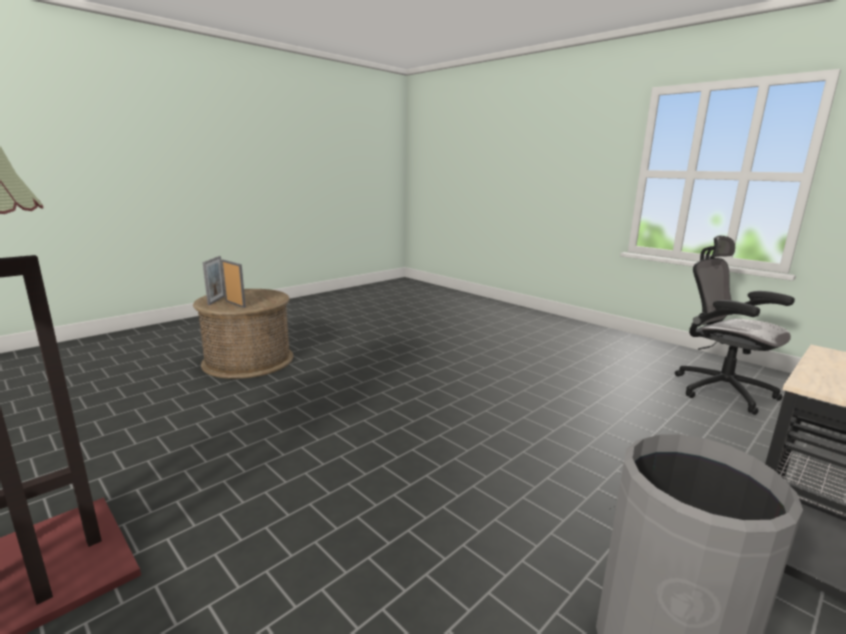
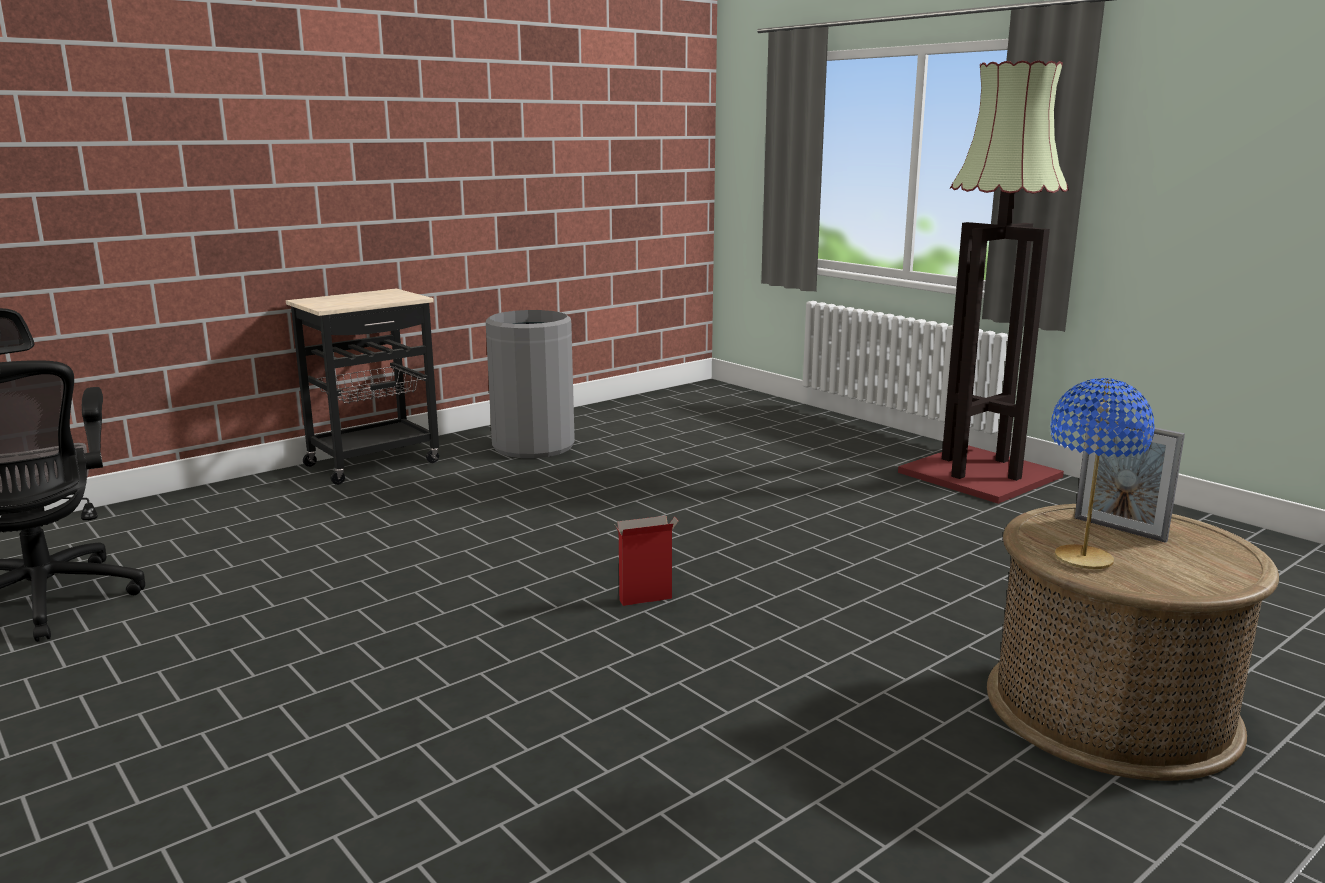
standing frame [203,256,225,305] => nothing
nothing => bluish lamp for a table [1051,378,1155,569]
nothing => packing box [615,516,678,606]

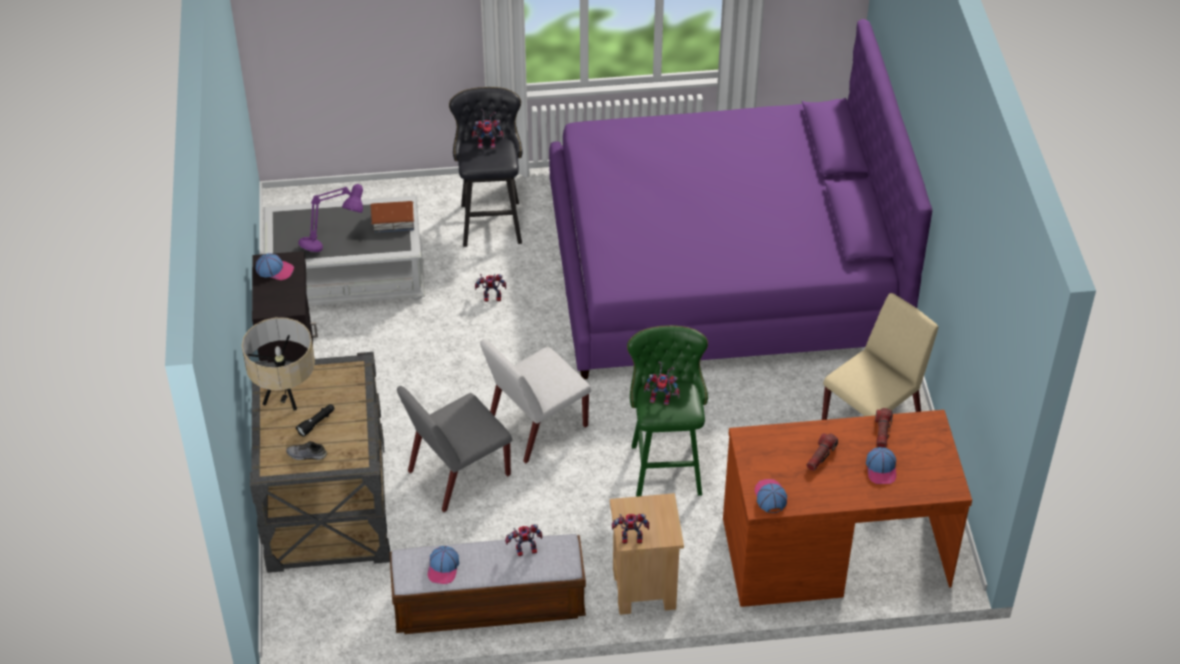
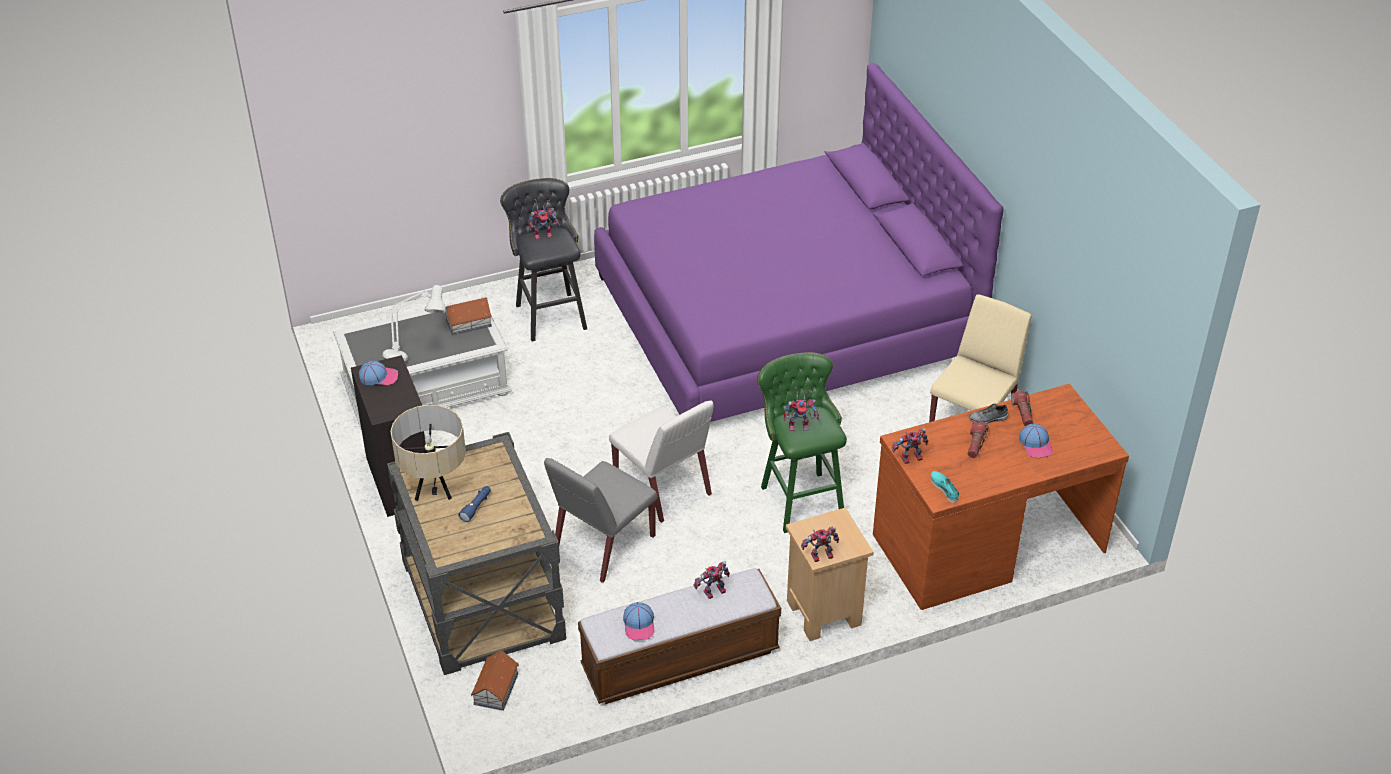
purple lamp for a table [298,184,363,252] => gray lamp for a table [382,285,446,361]
toy robot [475,274,506,302] => toy robot [891,428,928,464], move
white-coloured plain chair [480,339,591,464] => white-coloured plain chair [609,400,714,523], 75 degrees counterclockwise
black hand torch [296,404,334,437] => bluish hand torch [458,486,491,522]
gray item of footwear [286,441,327,460] => gray item of footwear [969,404,1008,424], move
cap [755,479,787,513] => turquoise-coloured item of footwear [930,471,959,503]
nothing => toy house [471,650,519,711]

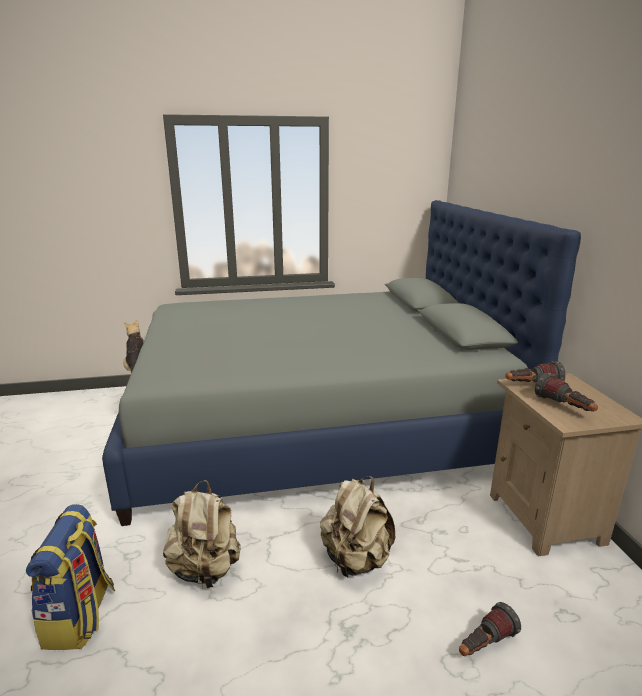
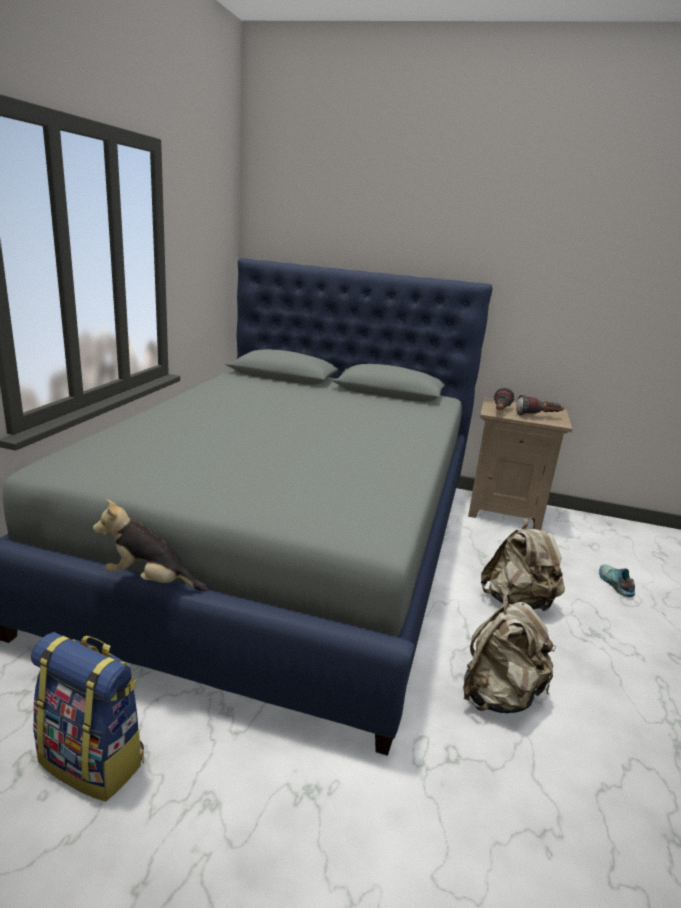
rucksack [26,504,115,650] => rucksack [31,632,144,802], move
hand torch [459,602,521,656] => item of footwear [599,564,635,597]

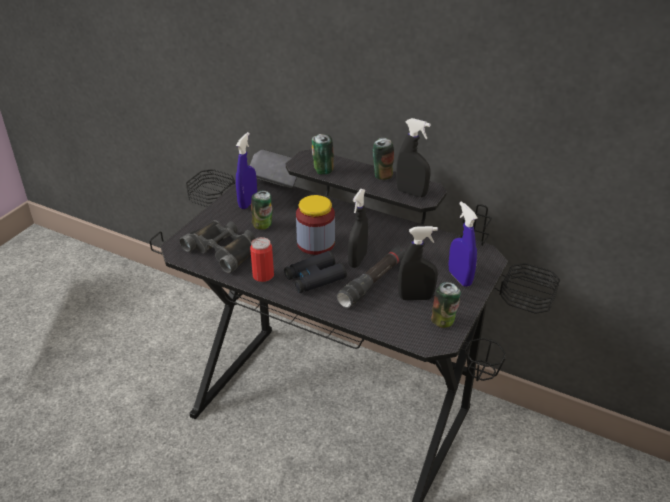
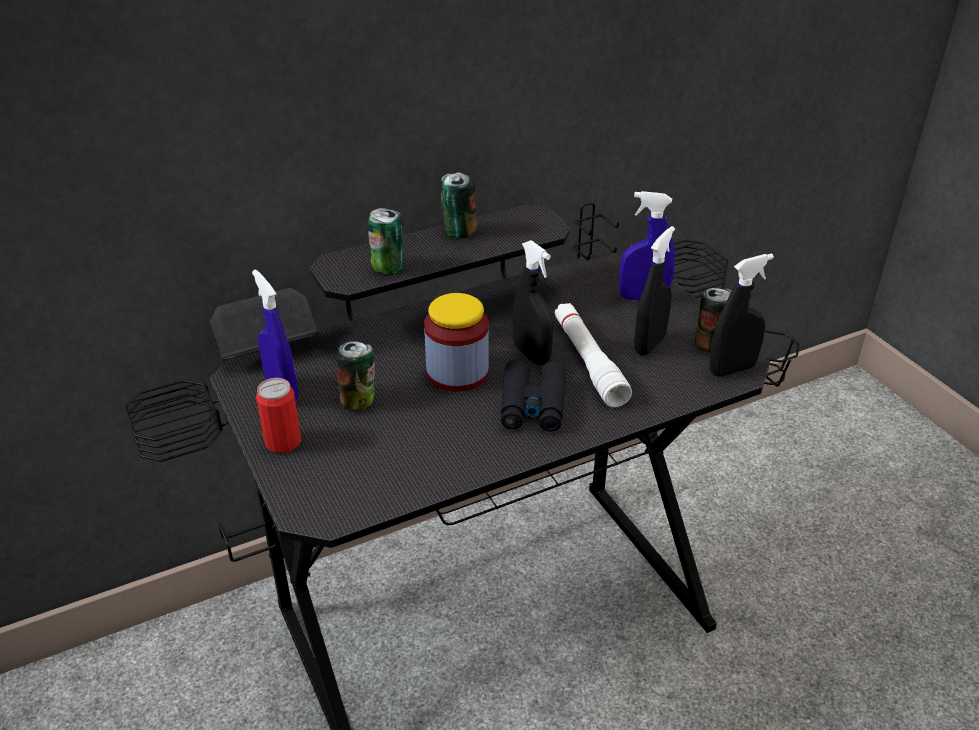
black spray bottle [396,118,431,197] => black spray bottle [710,254,774,377], move
black binoculars [179,220,255,273] => nothing
sealed can [250,237,274,282] => sealed can [256,378,301,453], move
black hand torch [336,246,406,308] => white-coloured hand torch [555,303,632,407]

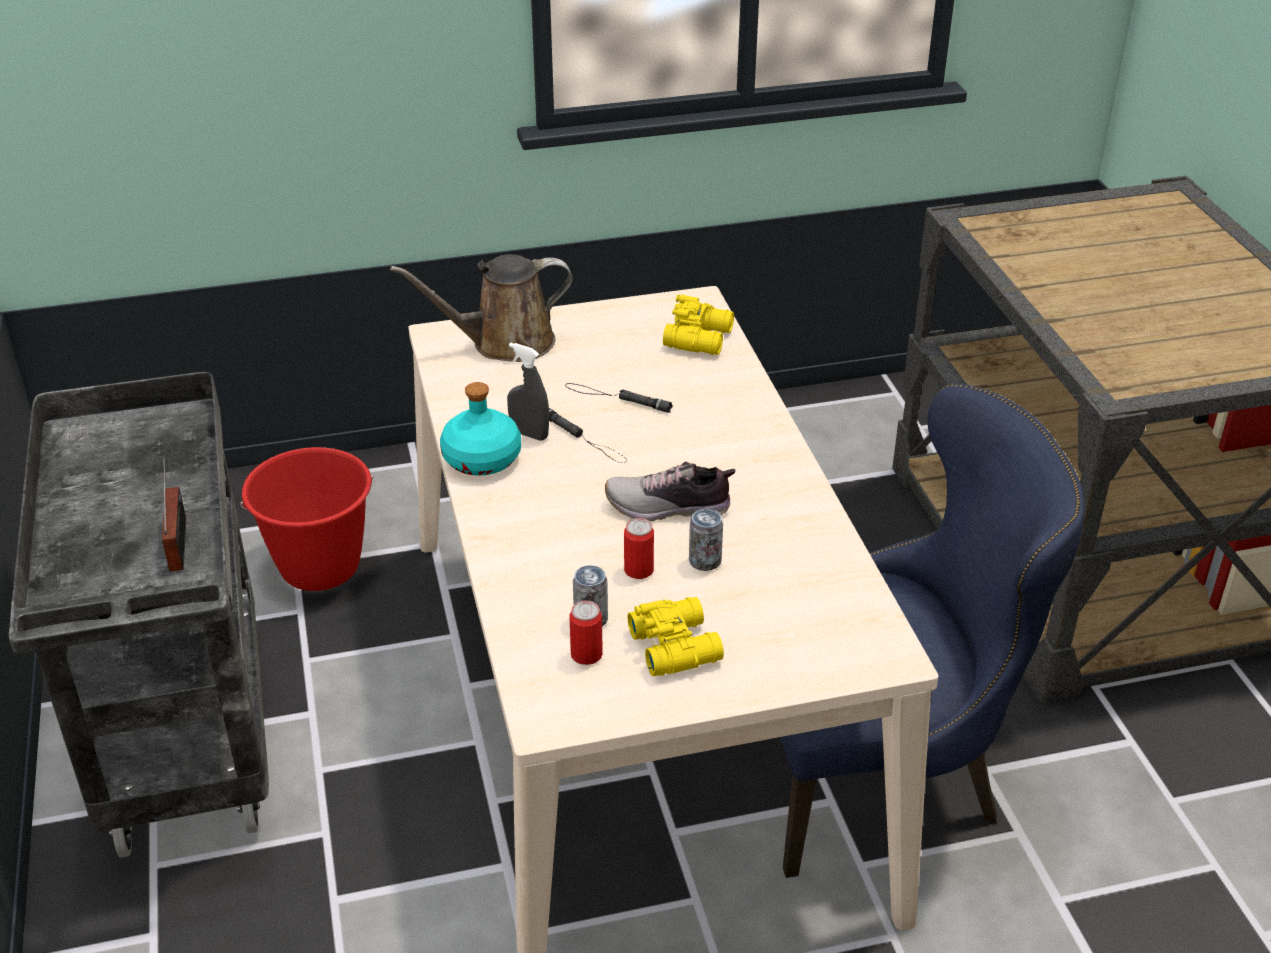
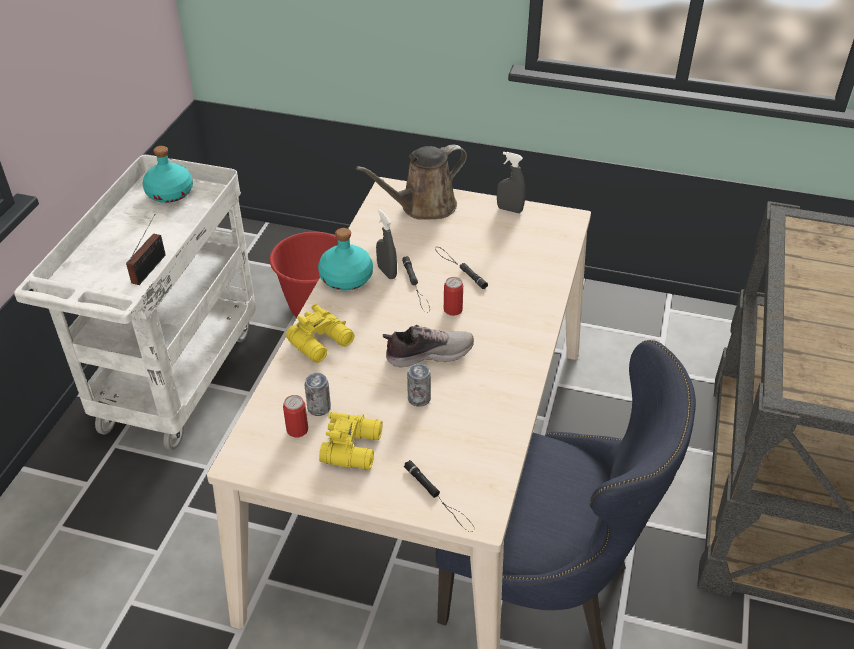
brownish watering can [390,254,572,362] => brownish watering can [356,145,467,220], 45 degrees counterclockwise
yellow-coloured binoculars [663,294,734,355] => yellow-coloured binoculars [286,304,354,363], move
black wheeled cart [9,372,269,857] => white-coloured wheeled cart [14,155,256,450]
item of footwear [605,462,736,521] => item of footwear [383,325,474,367], 135 degrees clockwise
sealed can [624,518,654,579] => sealed can [444,277,463,316], move
nothing => turquoise-coloured bottle [142,146,193,203]
nothing => gray spray bottle [497,152,526,213]
nothing => black hand torch [404,460,475,532]

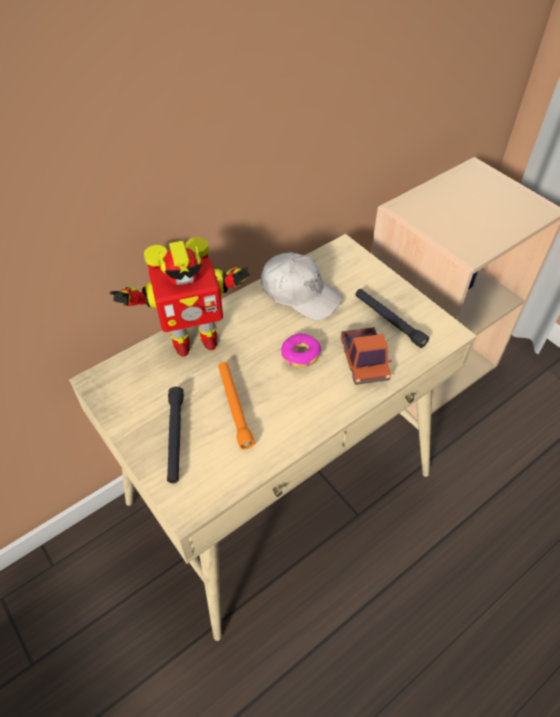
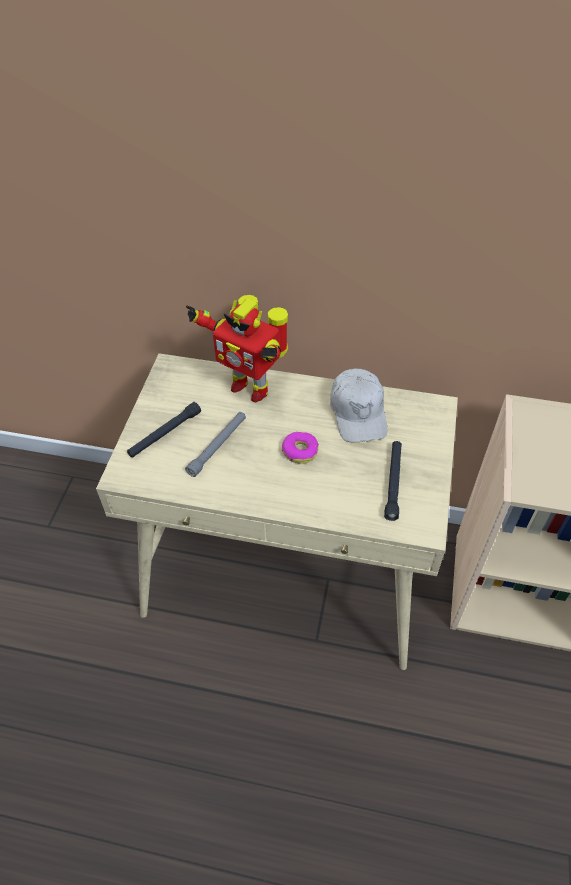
toy truck [341,327,392,385] => nothing
orangey hand torch [218,362,255,449] => gray hand torch [185,412,246,477]

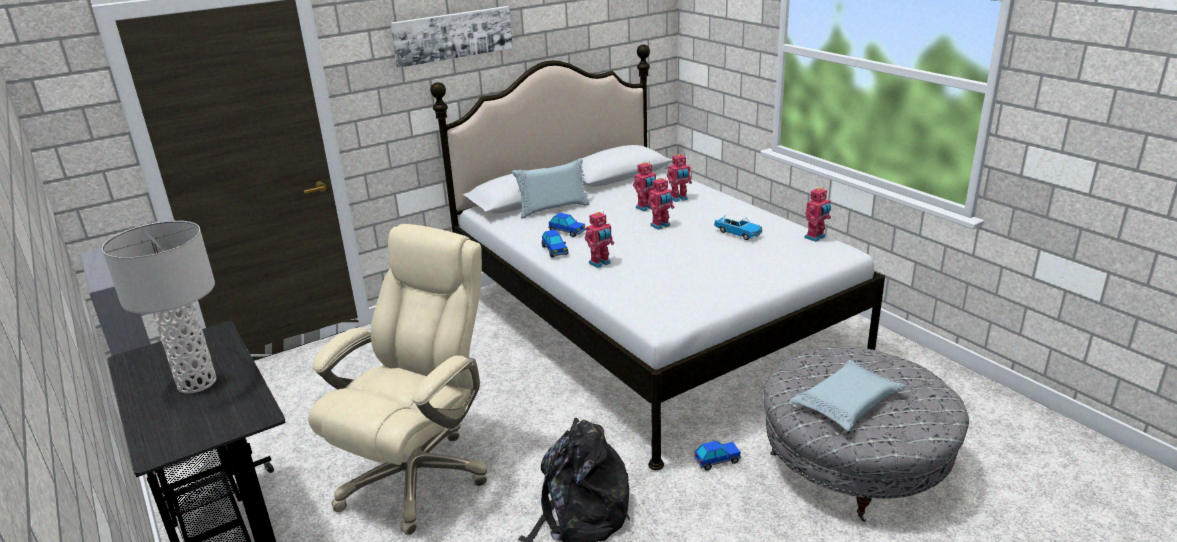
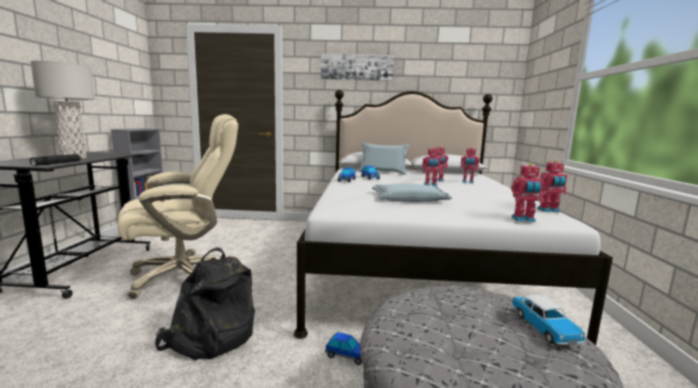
toy robot [585,211,614,268] => toy robot [511,163,544,222], move
toy car [714,214,763,240] => toy car [512,295,585,345], move
bluish throw pillow [790,360,906,431] => bluish throw pillow [372,184,452,202], move
nothing => black hand torch [30,154,82,166]

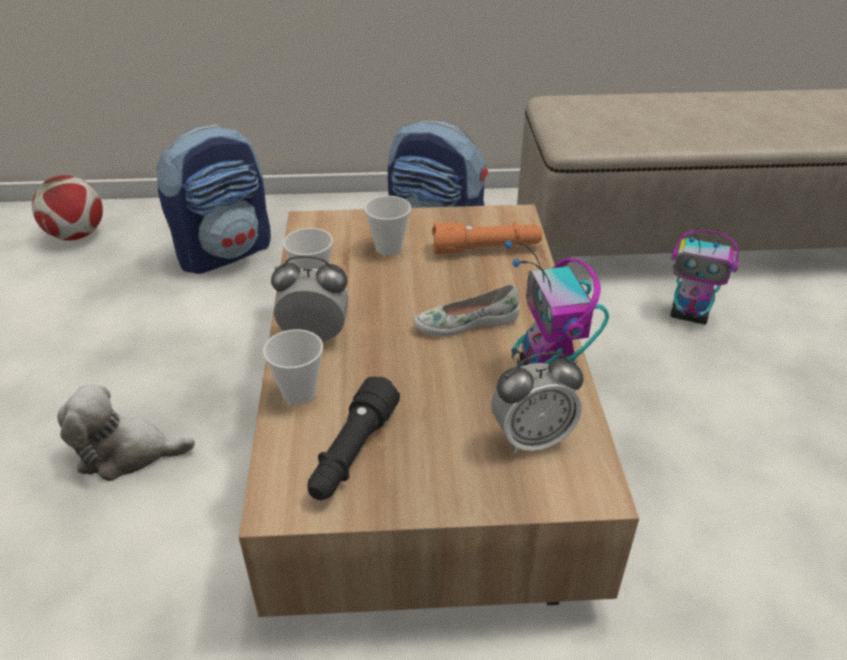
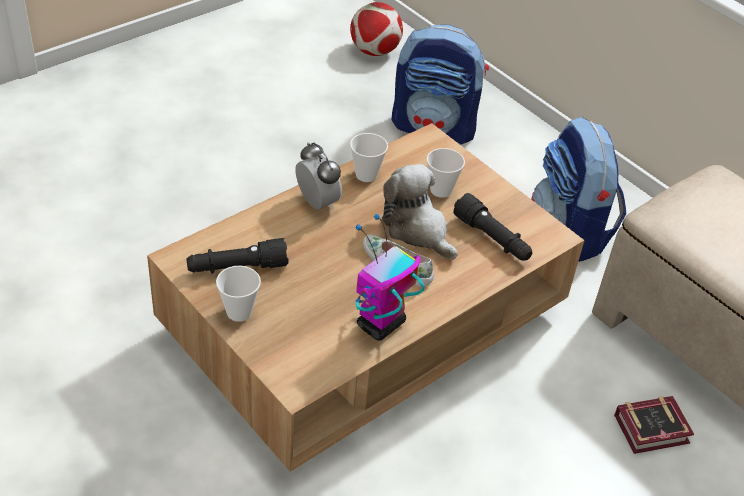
orangey hand torch [432,222,542,254] => black hand torch [453,193,532,261]
toy robot [670,229,739,325] => book [614,396,694,454]
drinking cup [263,329,323,405] => drinking cup [216,266,261,322], move
bedside clock [491,352,584,454] => nothing
cuddly toy [57,385,195,481] => cuddly toy [382,164,458,260], move

